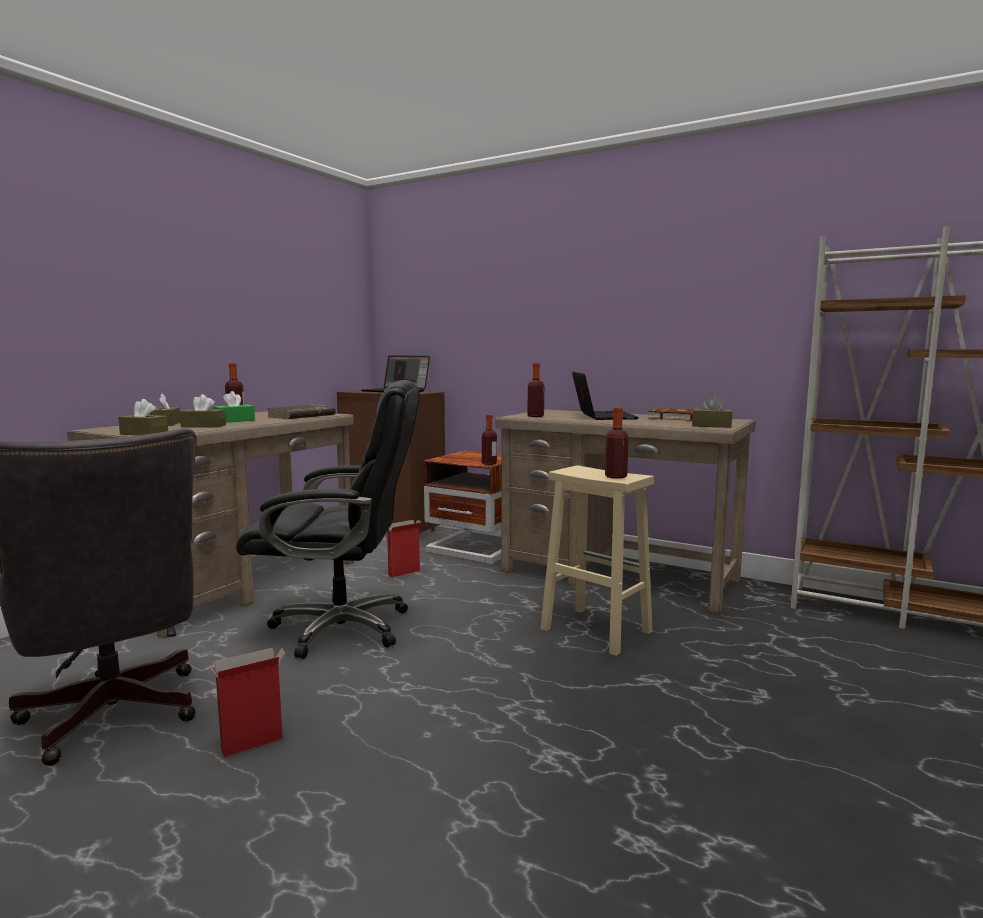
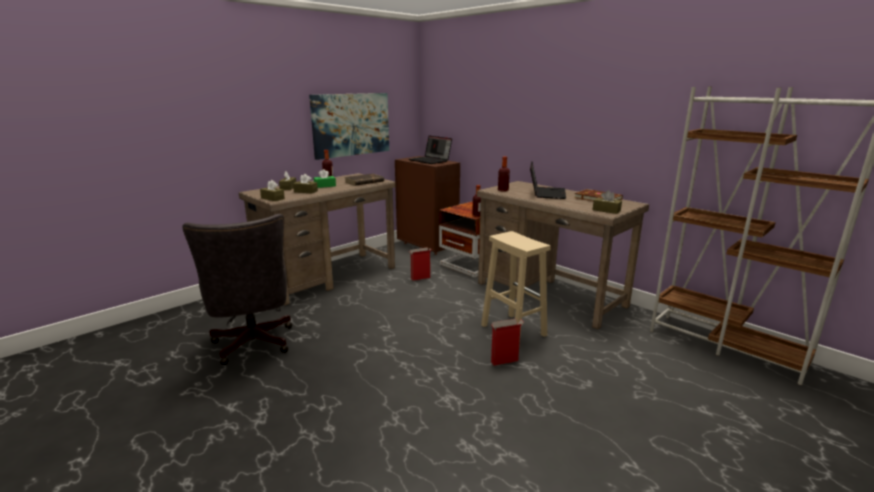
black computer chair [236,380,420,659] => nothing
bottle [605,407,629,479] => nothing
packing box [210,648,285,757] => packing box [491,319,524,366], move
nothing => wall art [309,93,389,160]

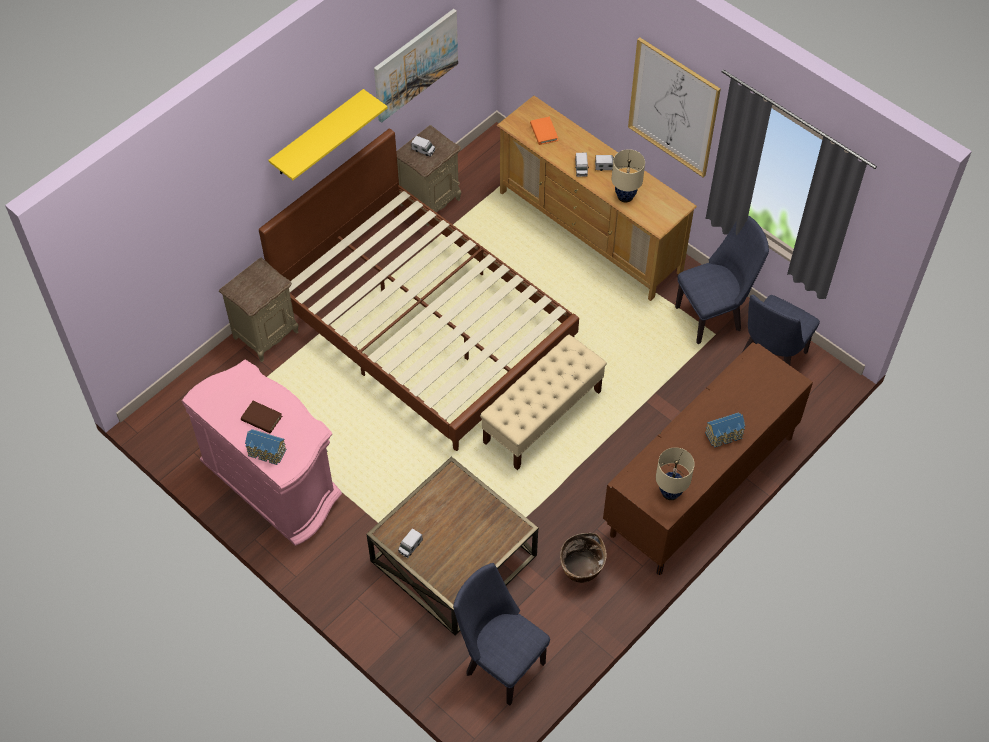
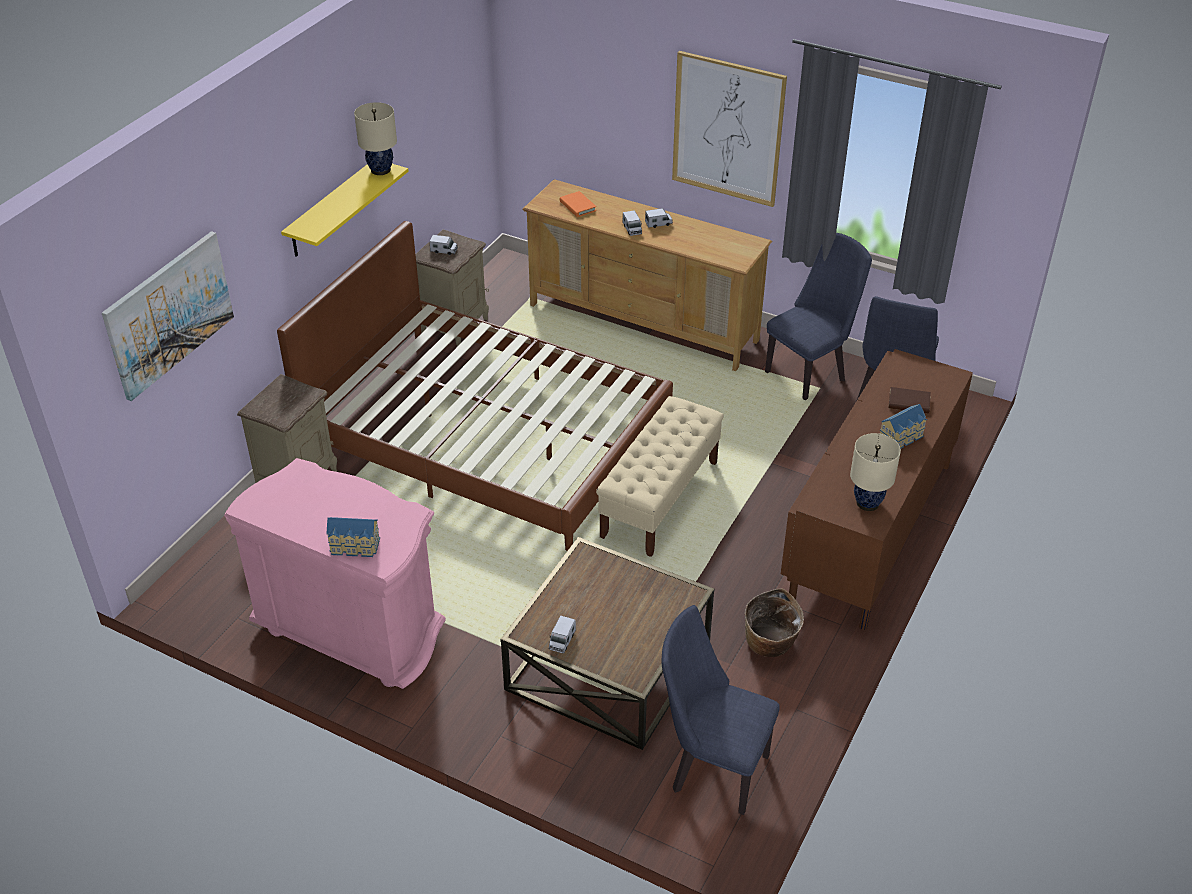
wall art [374,9,458,123] => wall art [102,231,234,401], move
beige lamp for a table [612,149,645,202] => beige lamp for a table [354,102,397,175], move
brownish book [241,401,282,433] => brownish book [888,387,931,413], move

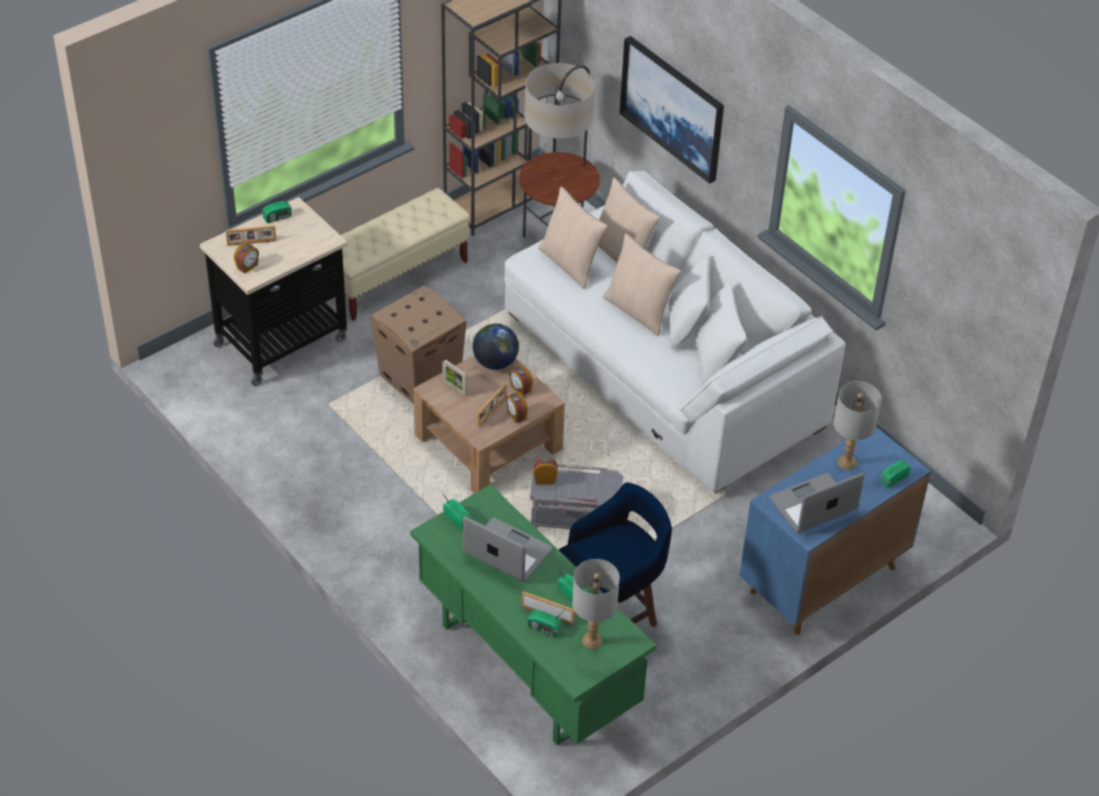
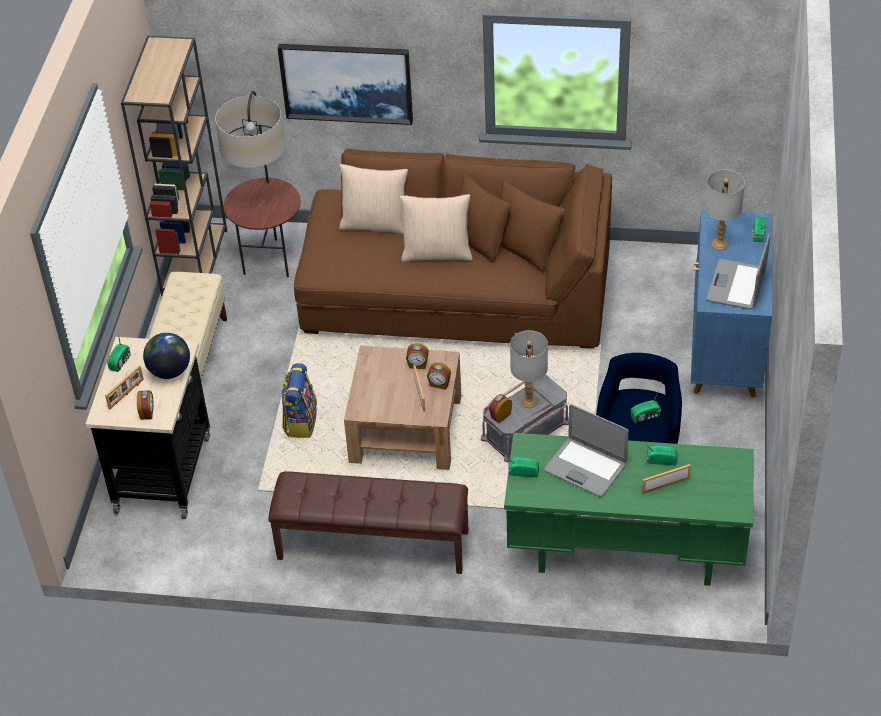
white-coloured couch [504,171,846,493] => brownish couch [294,148,612,349]
beige throw pillow [538,186,608,289] => nothing
packing box [370,286,467,404] => rucksack [282,363,317,438]
globe [473,324,519,370] => globe [143,333,190,379], move
standing frame [442,360,468,396] => nothing
notebook computer [463,516,552,582] => notebook computer [544,404,629,497], 135 degrees counterclockwise
gray lamp for a table [572,559,620,649] => gray lamp for a table [510,330,548,408], move
radio [527,610,562,637] => radio [631,390,661,423], move
nothing => brownish bench [268,471,468,574]

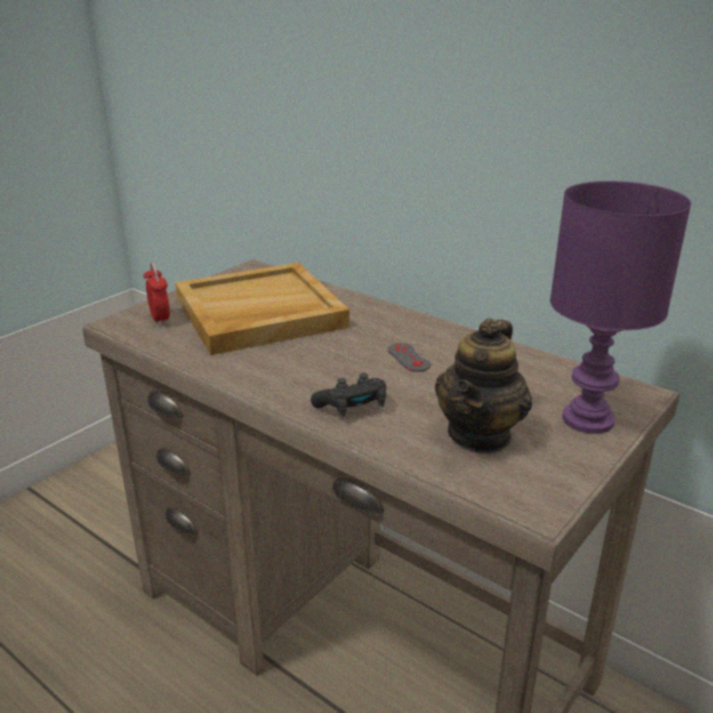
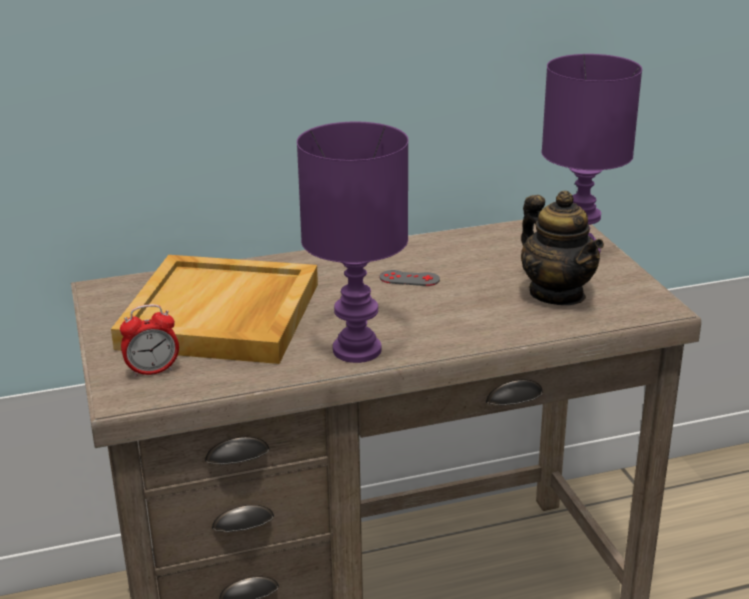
bedside clock [143,263,170,326] => bedside clock [120,304,179,378], 150 degrees clockwise
black joypad [311,373,386,417] => nothing
nothing => purple lamp for a table [297,122,409,363]

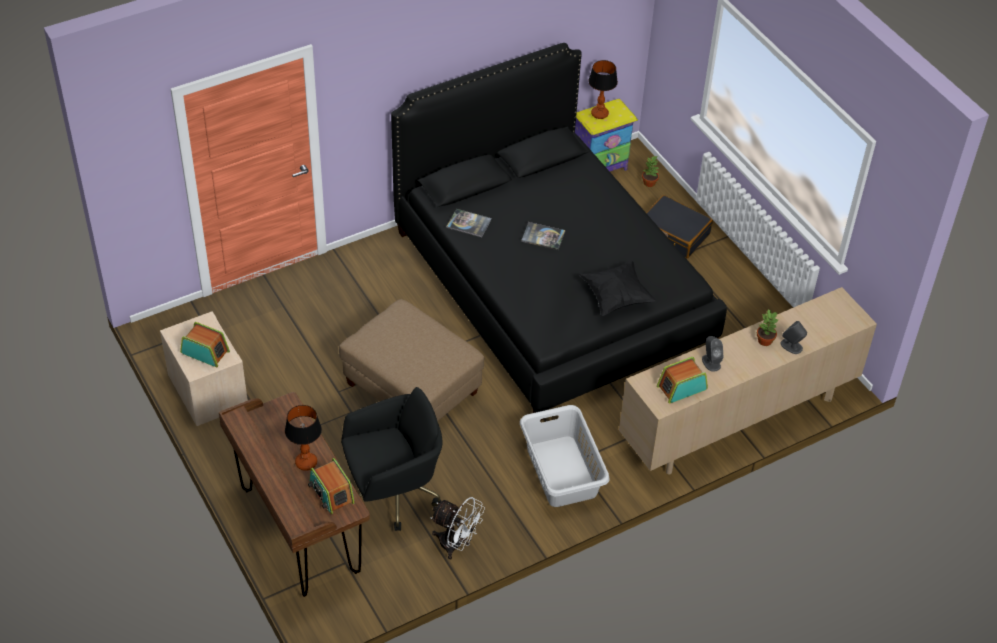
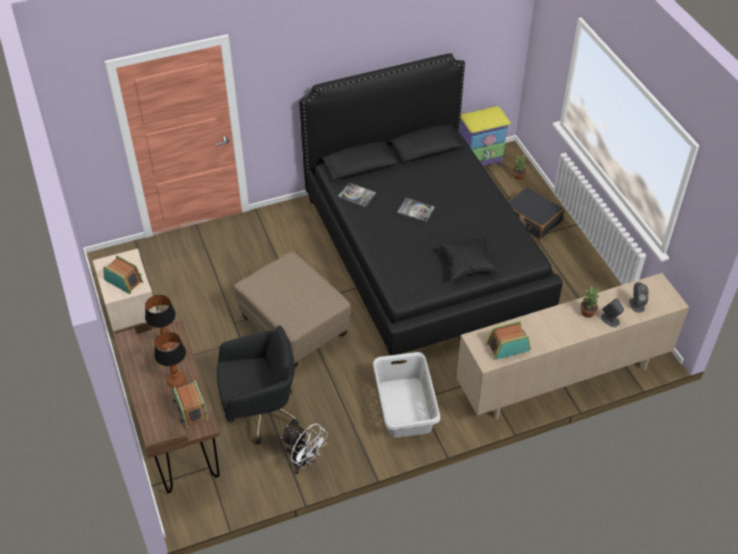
lamp for a table [588,60,618,119] => lamp for a table [145,295,176,350], move
gray audio speaker [702,336,723,372] => gray audio speaker [629,282,648,313], move

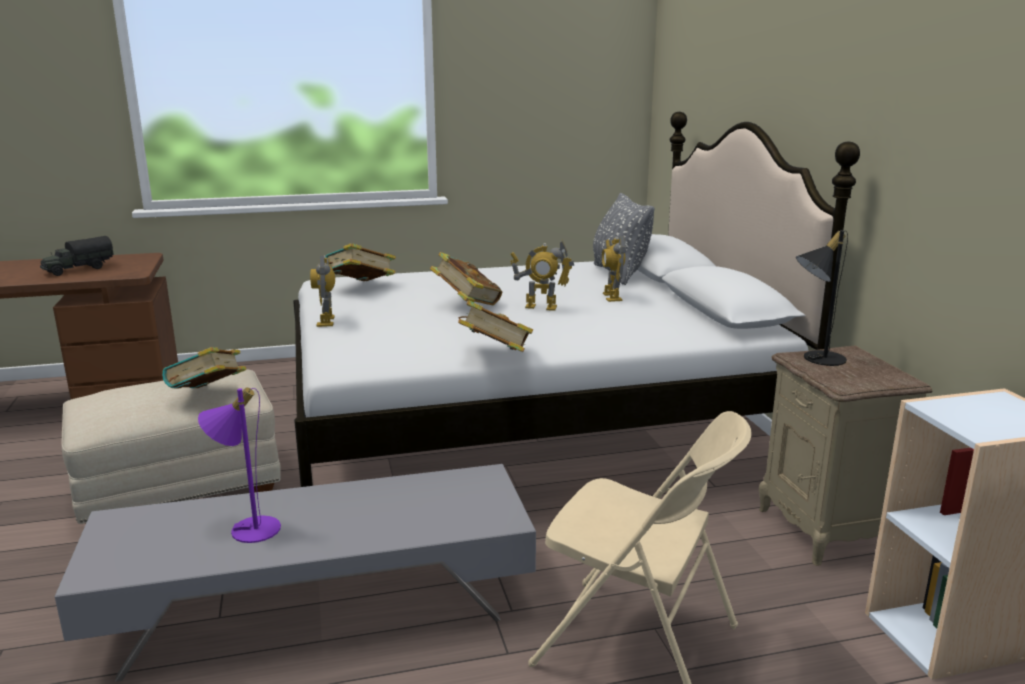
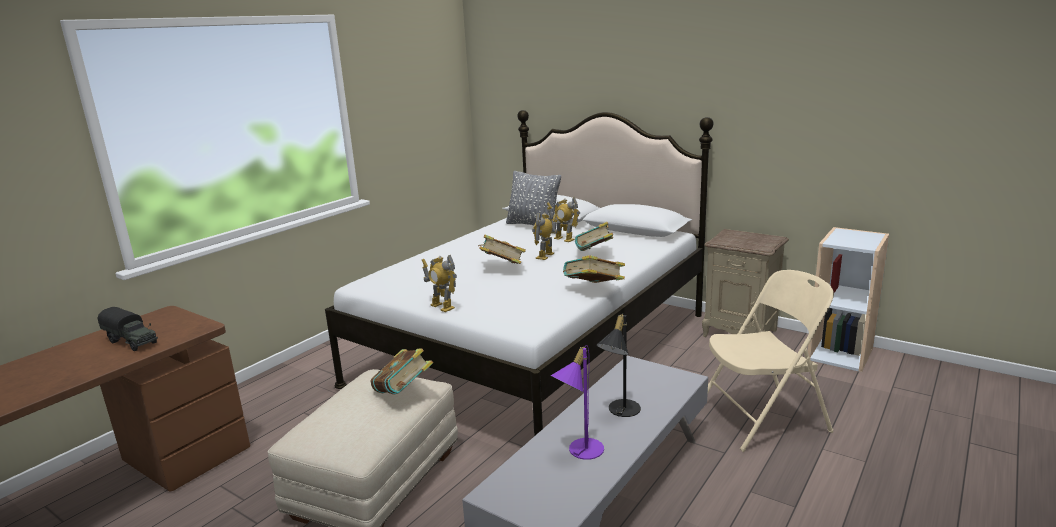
black lamp for a table [796,230,848,366] => black lamp for a table [597,313,641,417], move
toy truck [40,236,114,276] => toy truck [97,307,158,351], 60 degrees counterclockwise
toy robot [510,240,574,311] => toy robot [532,213,557,260], 150 degrees clockwise
book [325,243,396,281] => book [575,222,613,251], move

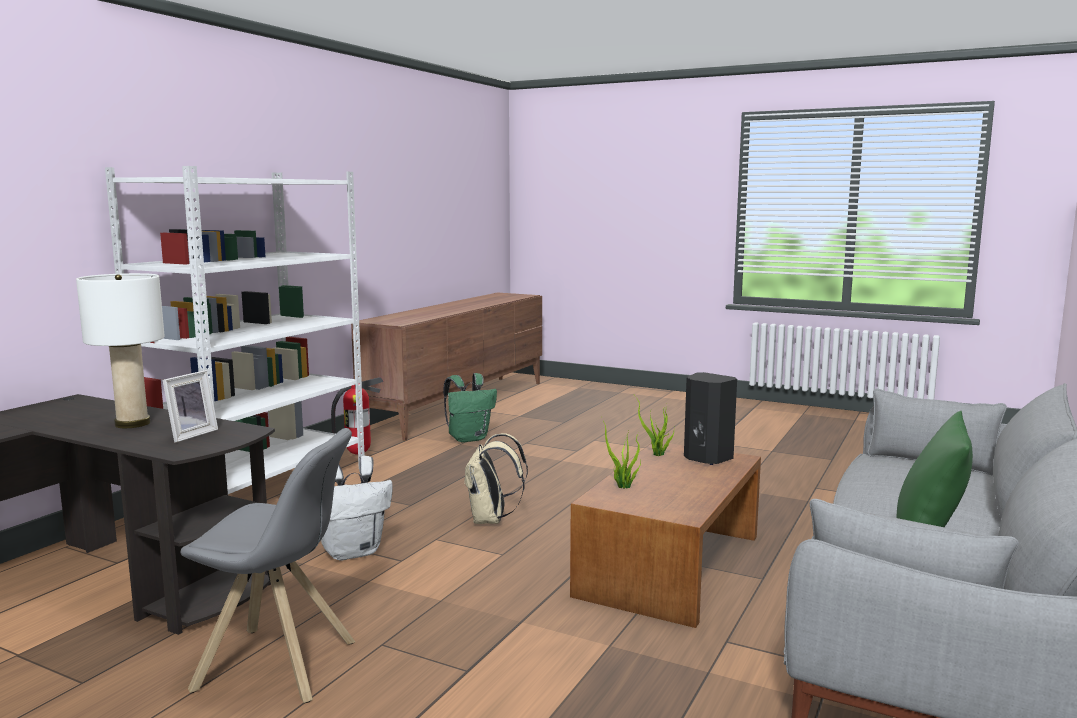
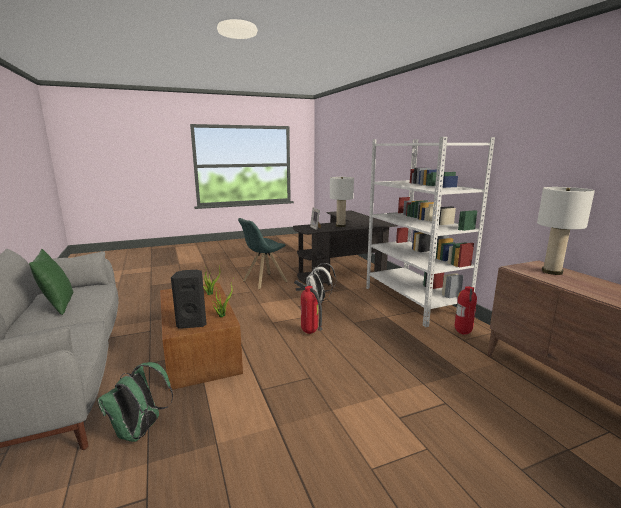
greenish rucksack [443,373,497,443] => greenish rucksack [97,362,173,442], move
gray plain chair [181,428,355,703] => turquoise-coloured plain chair [238,218,287,289]
beige rucksack [465,433,528,524] => fire extinguisher [294,280,322,334]
nothing => white-coloured lamp for a table [537,187,595,275]

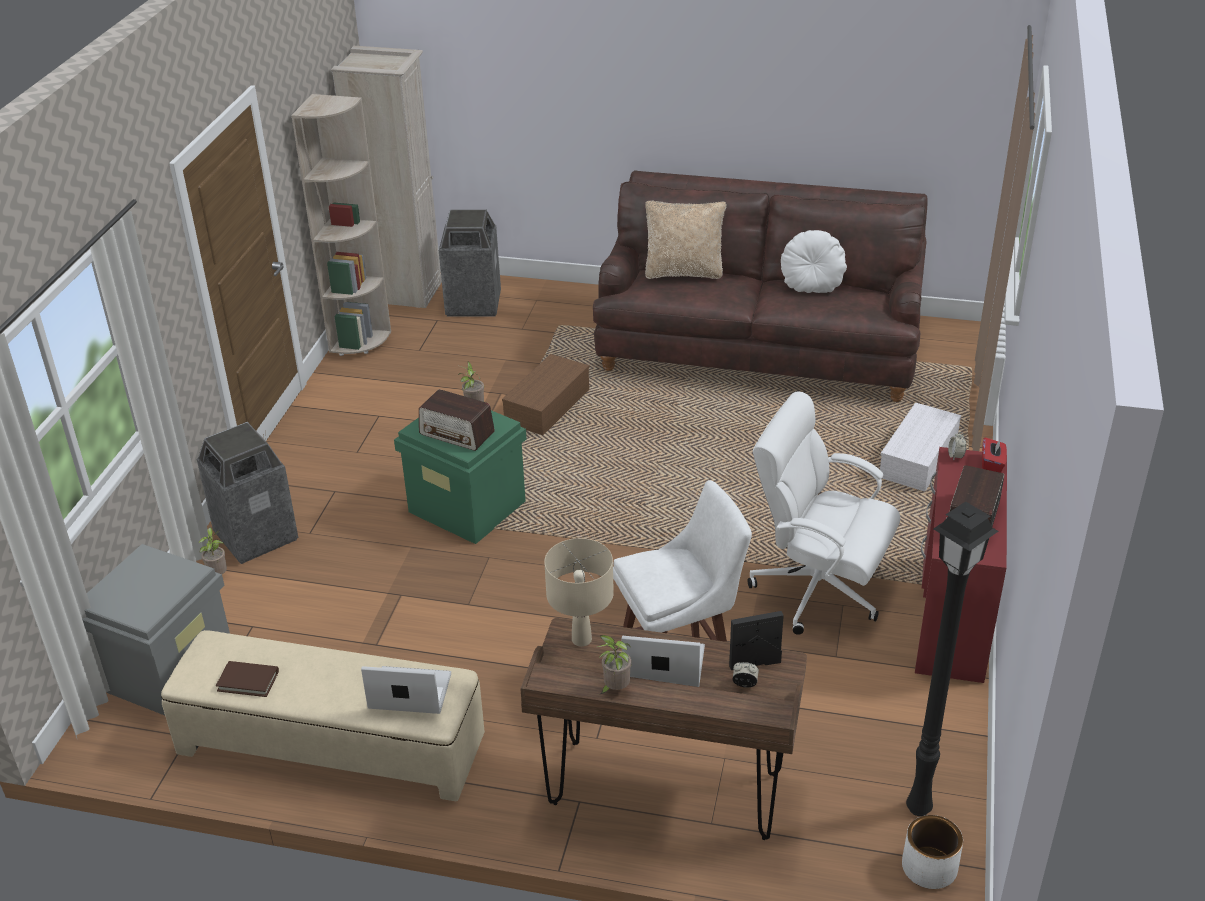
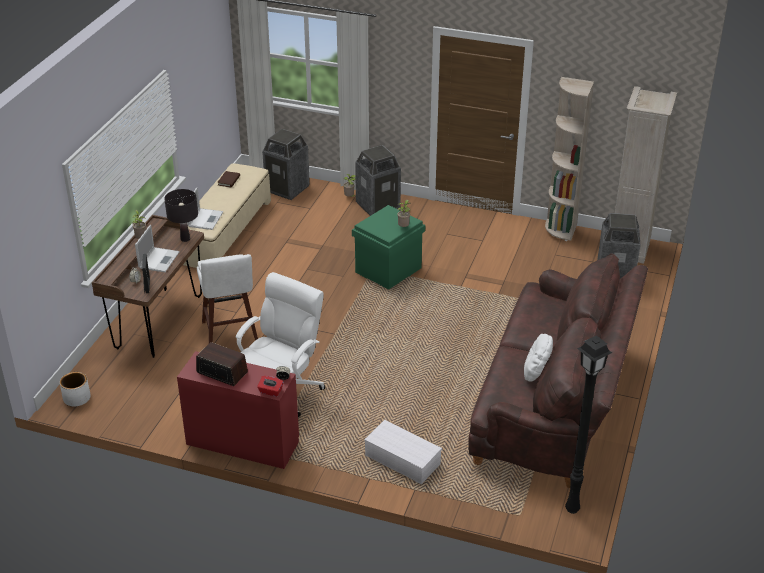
beige throw pillow [645,201,727,279] => nothing
brownish storage container [502,354,589,435] => nothing
radio [419,389,495,451] => nothing
black standing lamp [906,501,998,816] => black standing lamp [565,335,612,514], move
beige lamp for a table [544,538,614,647] => black lamp for a table [164,189,198,242]
gray storage container [82,544,230,715] => trash can [262,129,310,200]

